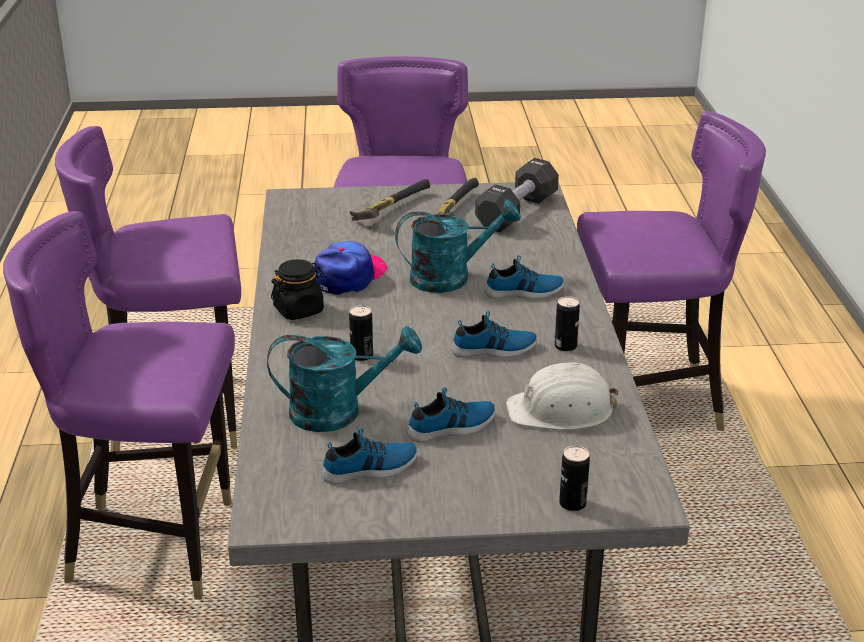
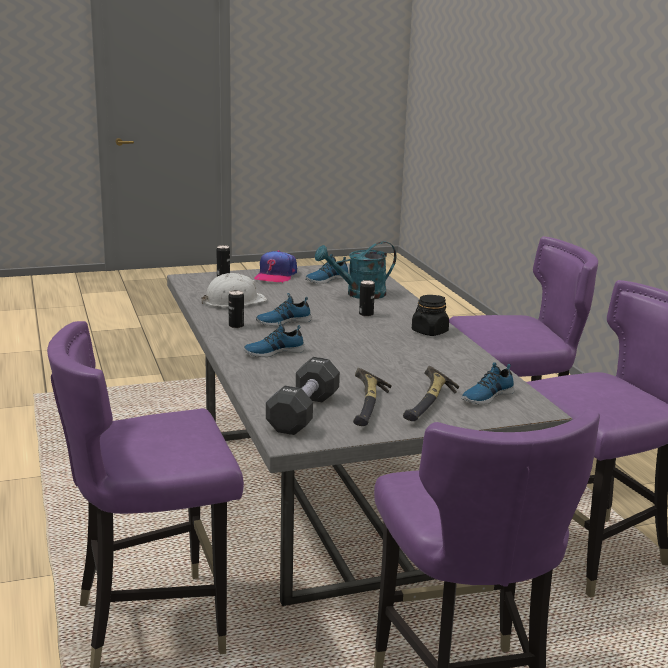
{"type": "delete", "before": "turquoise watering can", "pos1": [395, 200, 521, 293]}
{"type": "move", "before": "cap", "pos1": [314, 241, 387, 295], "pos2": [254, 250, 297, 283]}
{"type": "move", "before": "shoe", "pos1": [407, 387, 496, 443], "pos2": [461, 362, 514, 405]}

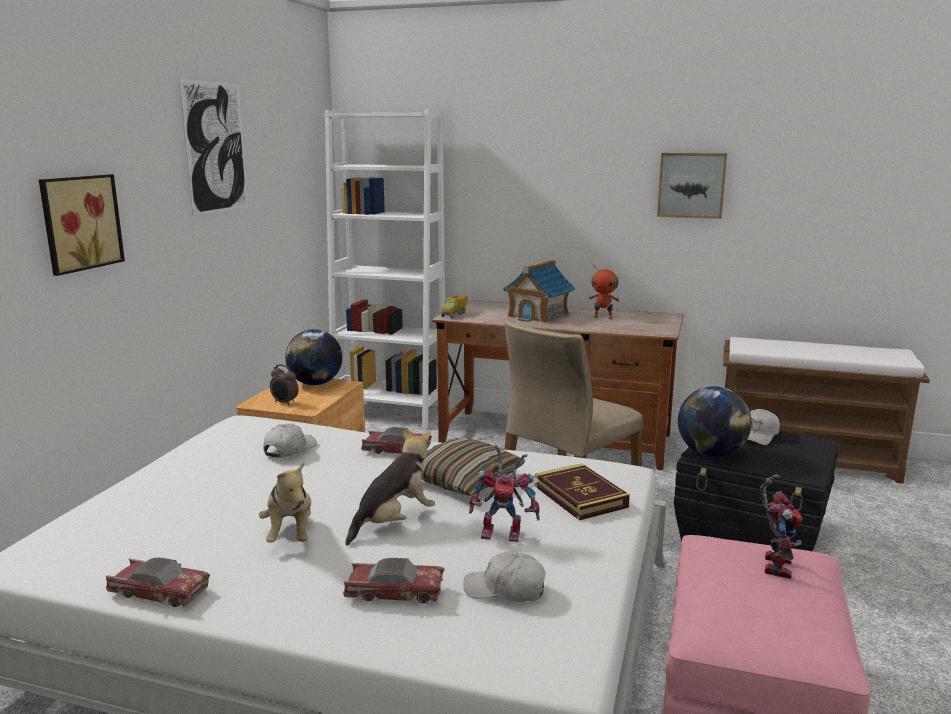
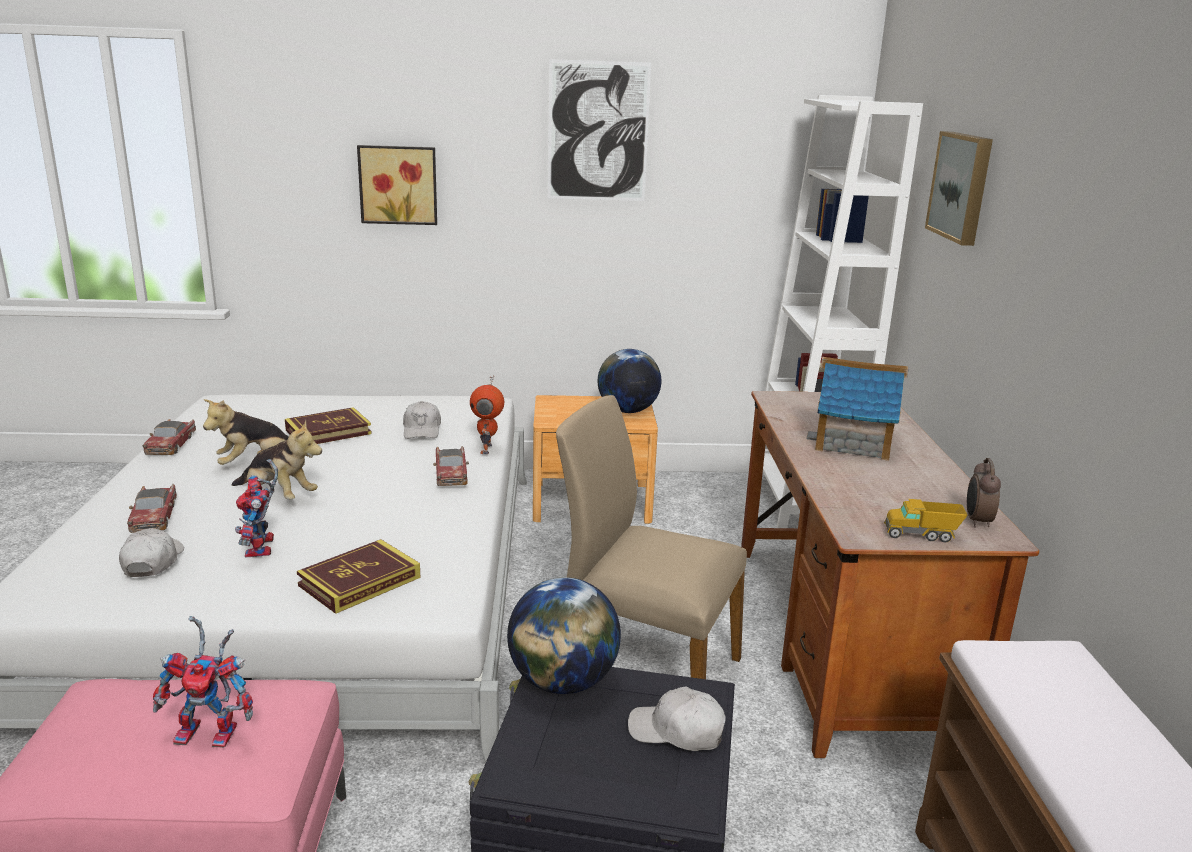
{"type": "move", "before": "picture", "pos1": [657, 153, 727, 219], "pos2": [925, 131, 993, 246]}
{"type": "move", "before": "toy robot", "pos1": [589, 265, 620, 319], "pos2": [470, 375, 504, 454]}
{"type": "move", "before": "toy truck", "pos1": [441, 295, 468, 318], "pos2": [884, 499, 968, 543]}
{"type": "move", "before": "alarm clock", "pos1": [270, 364, 299, 405], "pos2": [967, 458, 1001, 528]}
{"type": "rotate", "before": "white cap", "pos1": [263, 424, 317, 458], "pos2": [403, 401, 441, 439], "turn": 75}
{"type": "delete", "before": "pillow", "pos1": [421, 438, 526, 496]}
{"type": "insert", "after": "book", "pos2": [285, 407, 372, 444]}

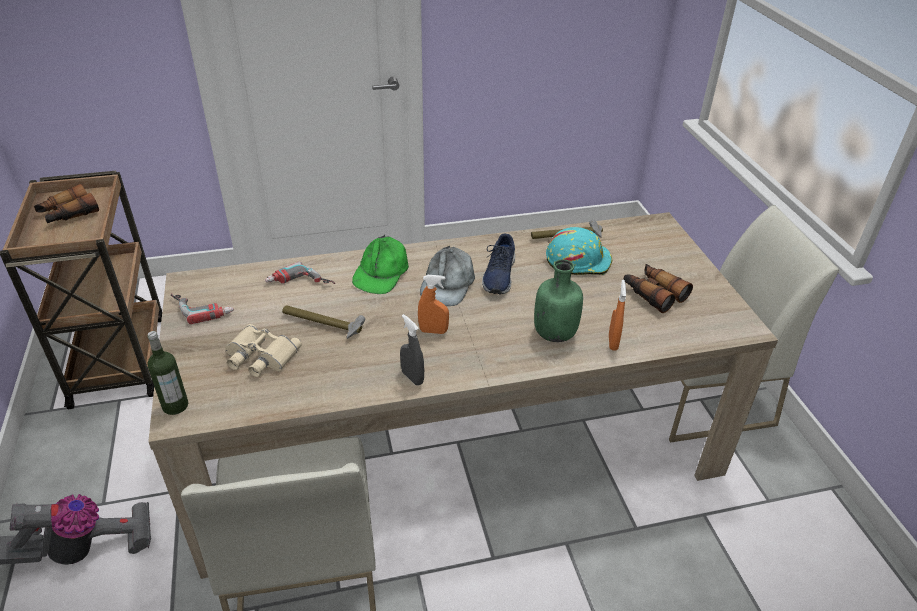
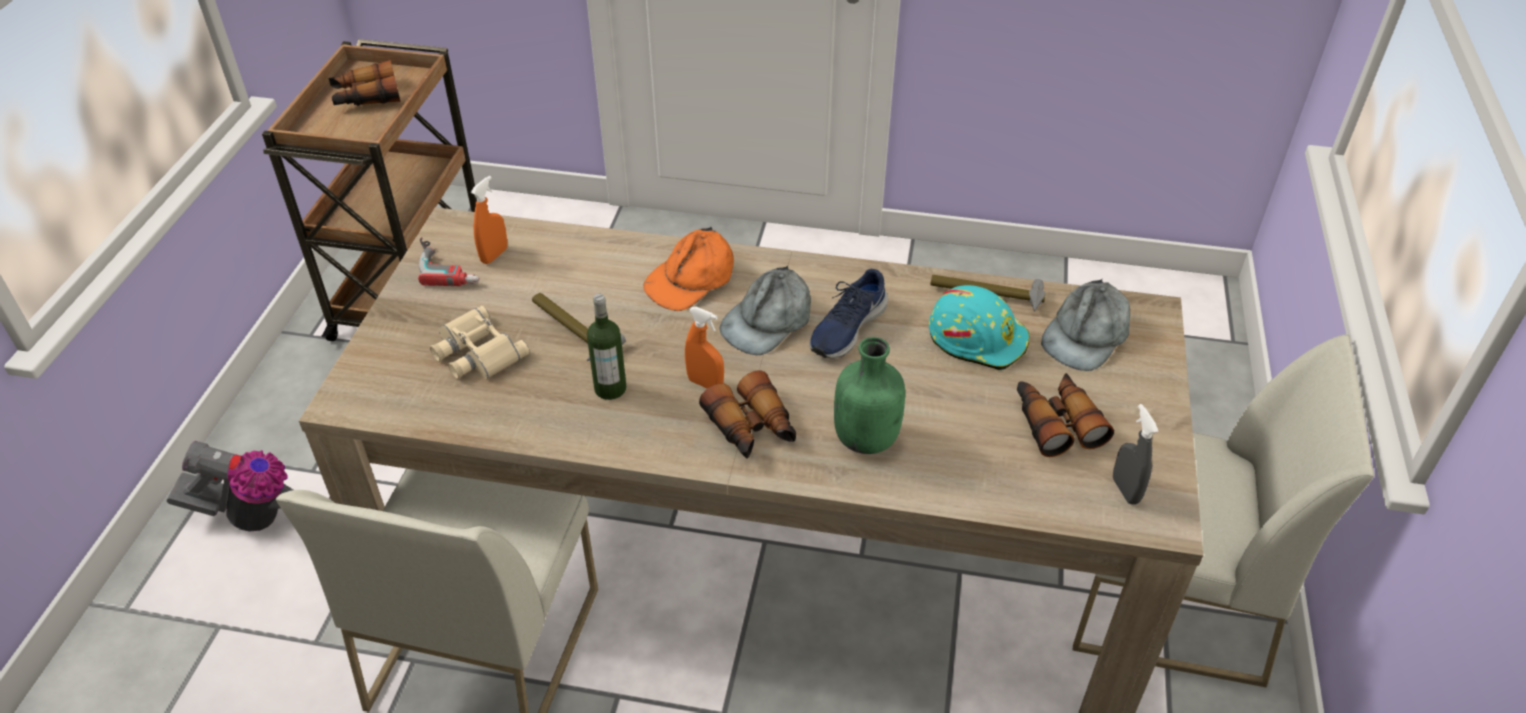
{"type": "recolor", "before": "green cap", "after": "orange cap", "pos1": [352, 235, 409, 294], "pos2": [643, 227, 734, 311]}
{"type": "delete", "before": "power drill", "pos1": [265, 262, 335, 284]}
{"type": "move", "before": "orange spray bottle", "pos1": [609, 280, 626, 351], "pos2": [471, 175, 507, 264]}
{"type": "move", "before": "grey spray bottle", "pos1": [400, 314, 424, 386], "pos2": [1113, 404, 1159, 505]}
{"type": "move", "before": "bottle", "pos1": [147, 331, 188, 415], "pos2": [587, 294, 627, 400]}
{"type": "insert", "after": "grey cap", "pos2": [1041, 279, 1130, 371]}
{"type": "insert", "after": "binoculars", "pos2": [699, 370, 796, 459]}

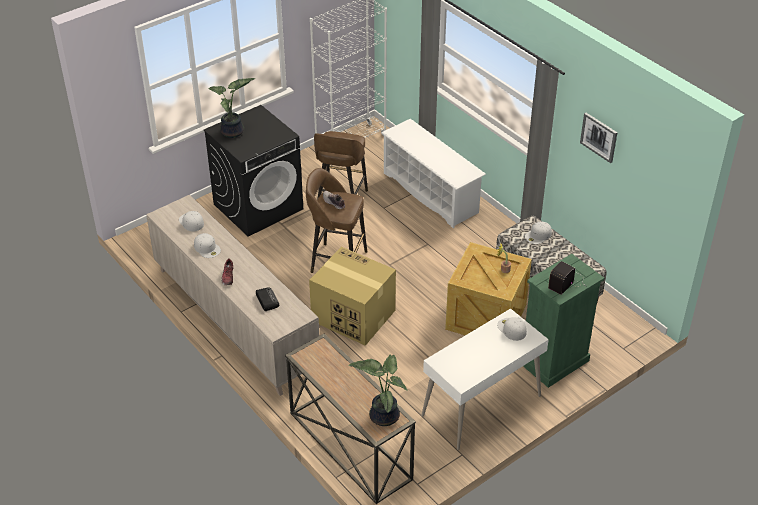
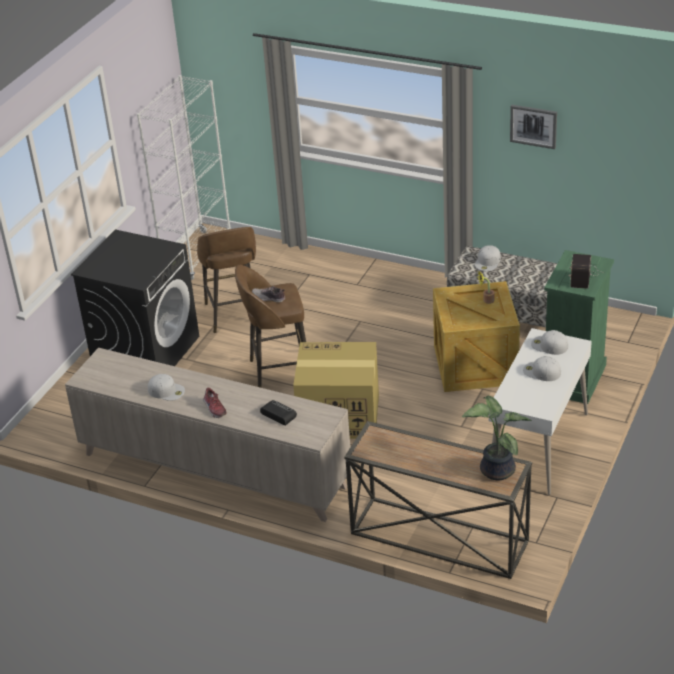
{"type": "delete", "before": "potted plant", "pos1": [208, 78, 255, 138]}
{"type": "delete", "before": "white shoe rack", "pos1": [381, 119, 486, 228]}
{"type": "move", "before": "white cap", "pos1": [179, 211, 204, 232], "pos2": [523, 356, 561, 381]}

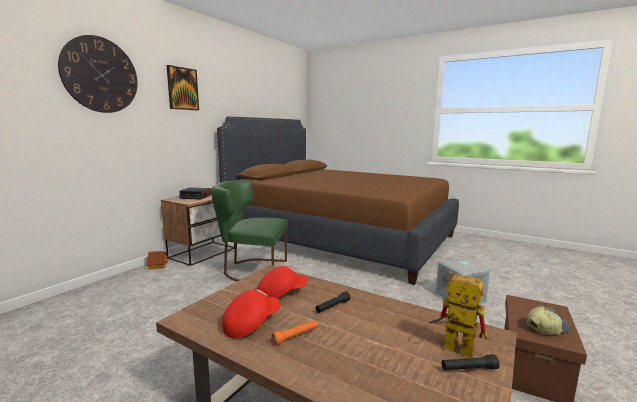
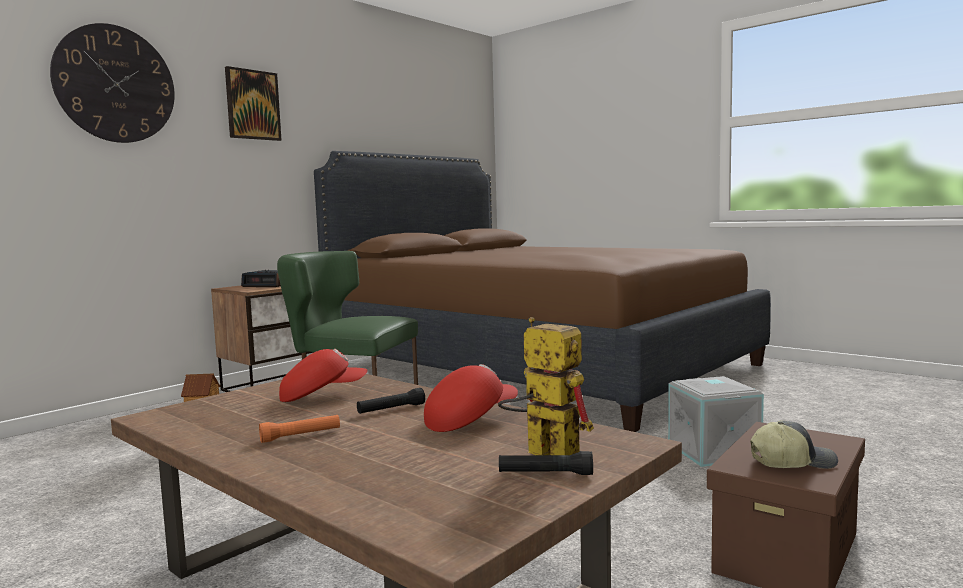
{"type": "move", "before": "red cap", "pos1": [222, 289, 281, 338], "pos2": [424, 364, 518, 432]}

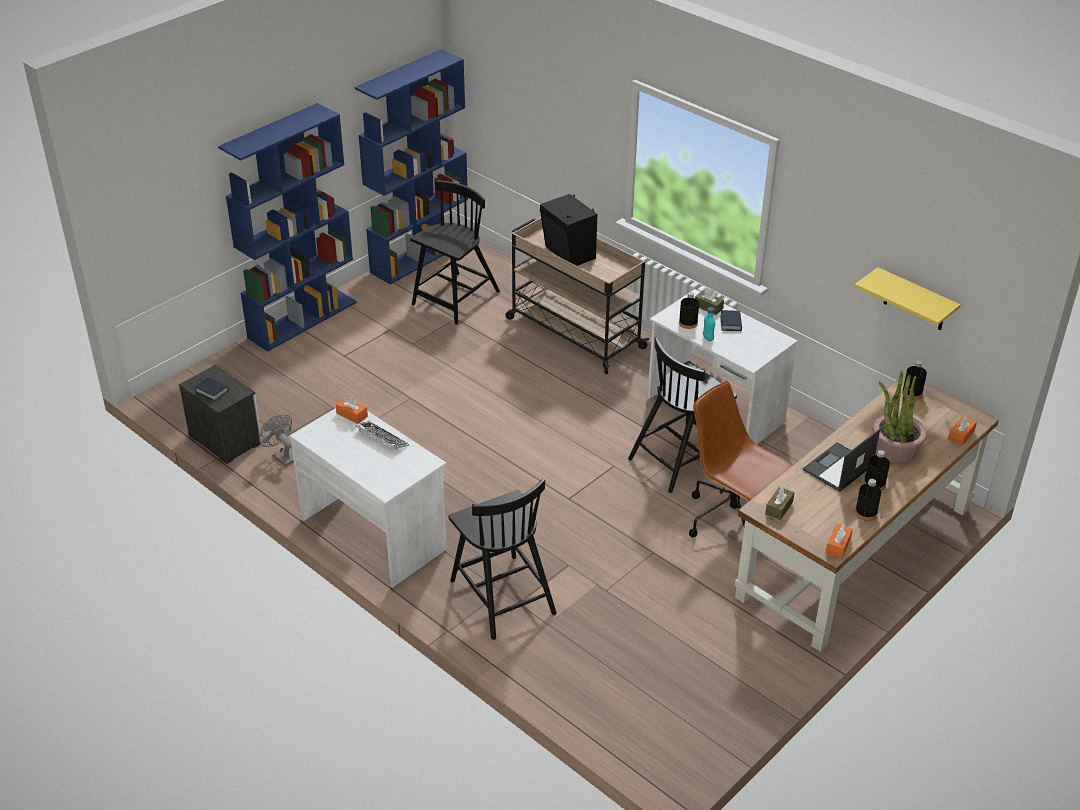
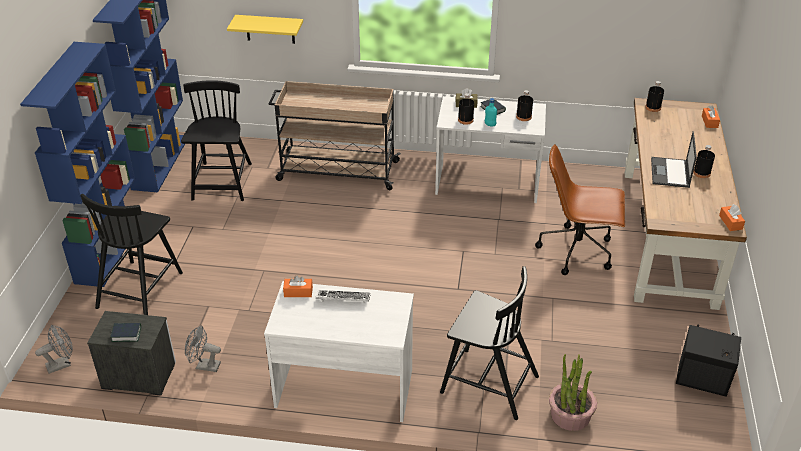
{"type": "move", "before": "black speaker", "pos1": [540, 194, 597, 266], "pos2": [676, 324, 741, 397]}
{"type": "move", "before": "yellow shelf", "pos1": [854, 267, 961, 330], "pos2": [227, 15, 303, 44]}
{"type": "move", "before": "black chair", "pos1": [628, 337, 737, 493], "pos2": [81, 193, 183, 315]}
{"type": "move", "before": "potted plant", "pos1": [873, 371, 927, 463], "pos2": [549, 354, 597, 431]}
{"type": "move", "before": "black bottle", "pos1": [855, 479, 882, 521], "pos2": [516, 90, 533, 121]}
{"type": "delete", "before": "brown tissue box", "pos1": [765, 486, 794, 520]}
{"type": "insert", "after": "grey fan", "pos2": [35, 325, 73, 374]}

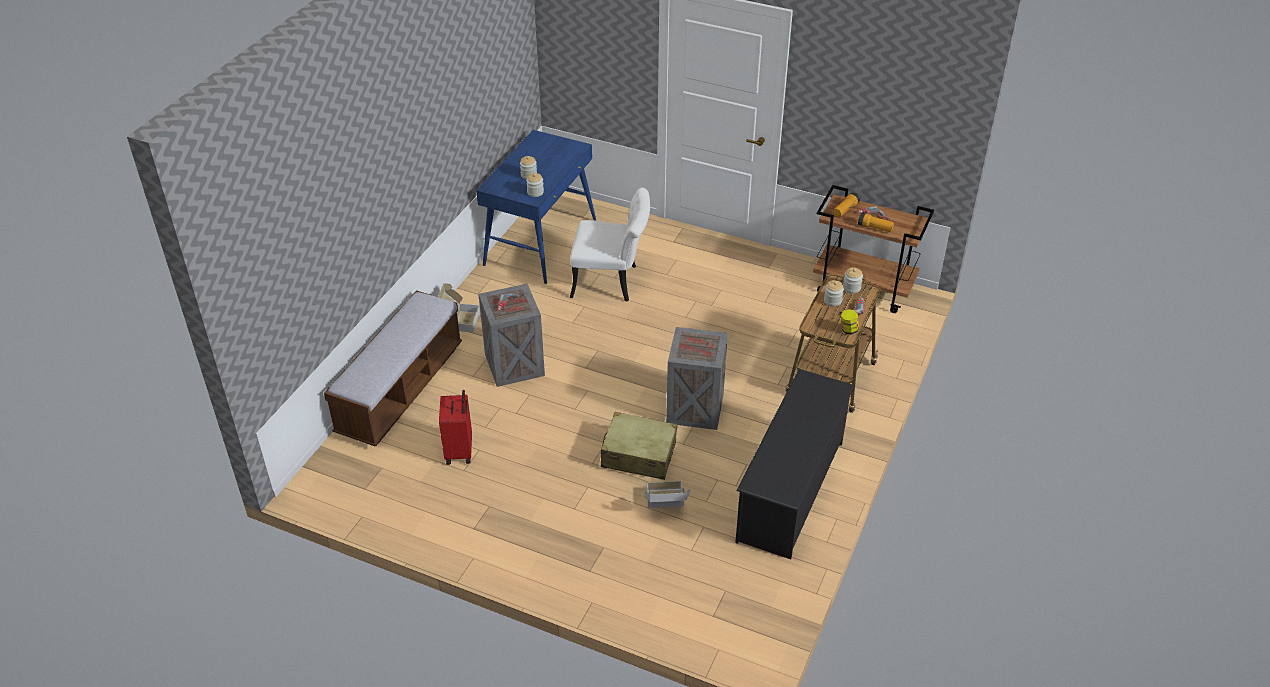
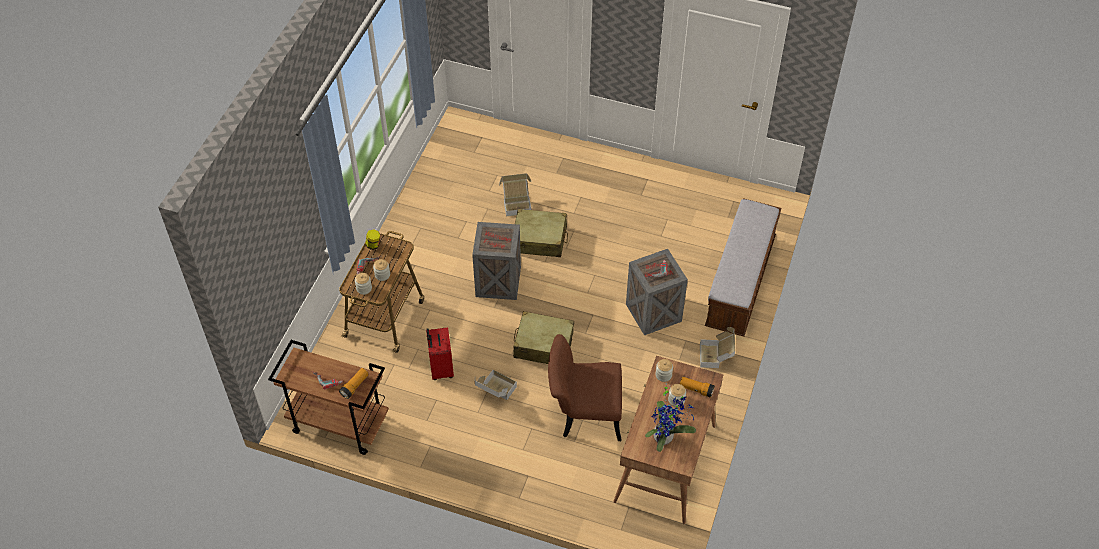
{"type": "recolor", "before": "blue desk", "after": "brown desk", "pos1": [476, 130, 596, 284], "pos2": [613, 356, 723, 525]}
{"type": "recolor", "before": "white chair", "after": "brown chair", "pos1": [570, 188, 650, 302], "pos2": [548, 334, 622, 441]}
{"type": "move", "before": "flashlight", "pos1": [858, 212, 894, 232], "pos2": [680, 377, 715, 398]}
{"type": "delete", "before": "black shoe rack", "pos1": [735, 369, 855, 559]}
{"type": "move", "before": "red suitcase", "pos1": [439, 390, 472, 465], "pos2": [426, 327, 454, 380]}
{"type": "insert", "after": "beige suitcase", "pos2": [513, 311, 574, 364]}
{"type": "insert", "after": "cardboard box", "pos2": [475, 370, 517, 400]}
{"type": "insert", "after": "potted plant", "pos2": [645, 383, 696, 452]}

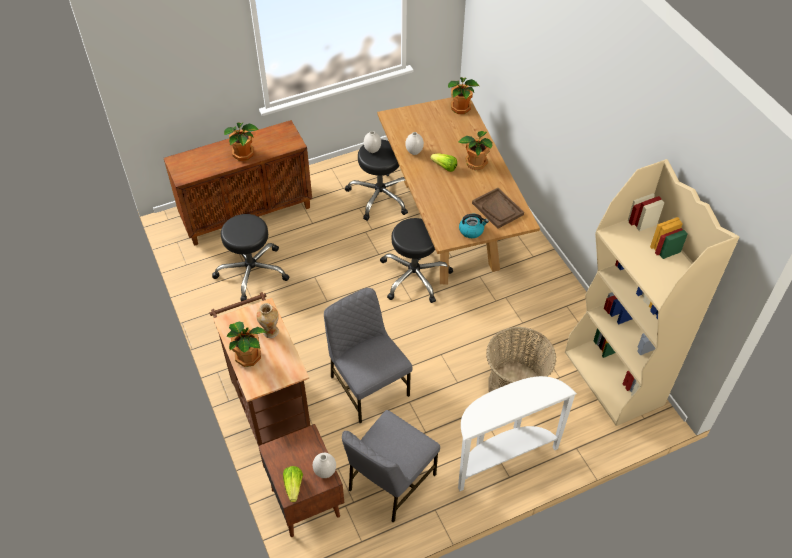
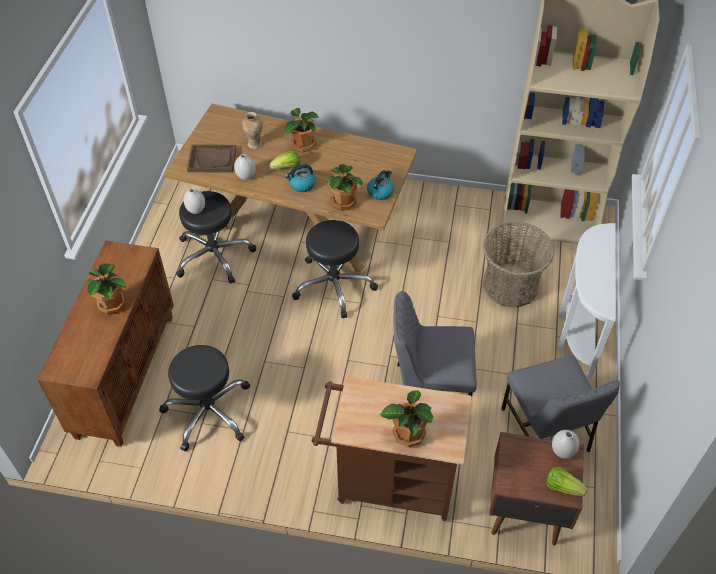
{"type": "move", "before": "potted plant", "pos1": [448, 77, 479, 114], "pos2": [326, 164, 363, 211]}
{"type": "move", "before": "brown tray", "pos1": [472, 188, 524, 229], "pos2": [187, 145, 237, 173]}
{"type": "move", "before": "vase", "pos1": [256, 303, 279, 338], "pos2": [242, 112, 262, 149]}
{"type": "insert", "after": "kettle", "pos2": [284, 164, 316, 192]}

